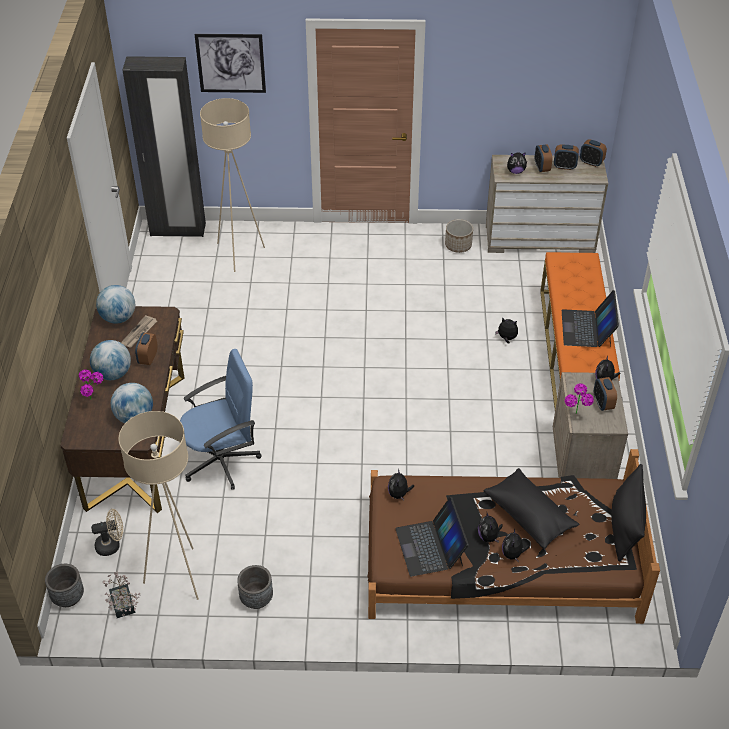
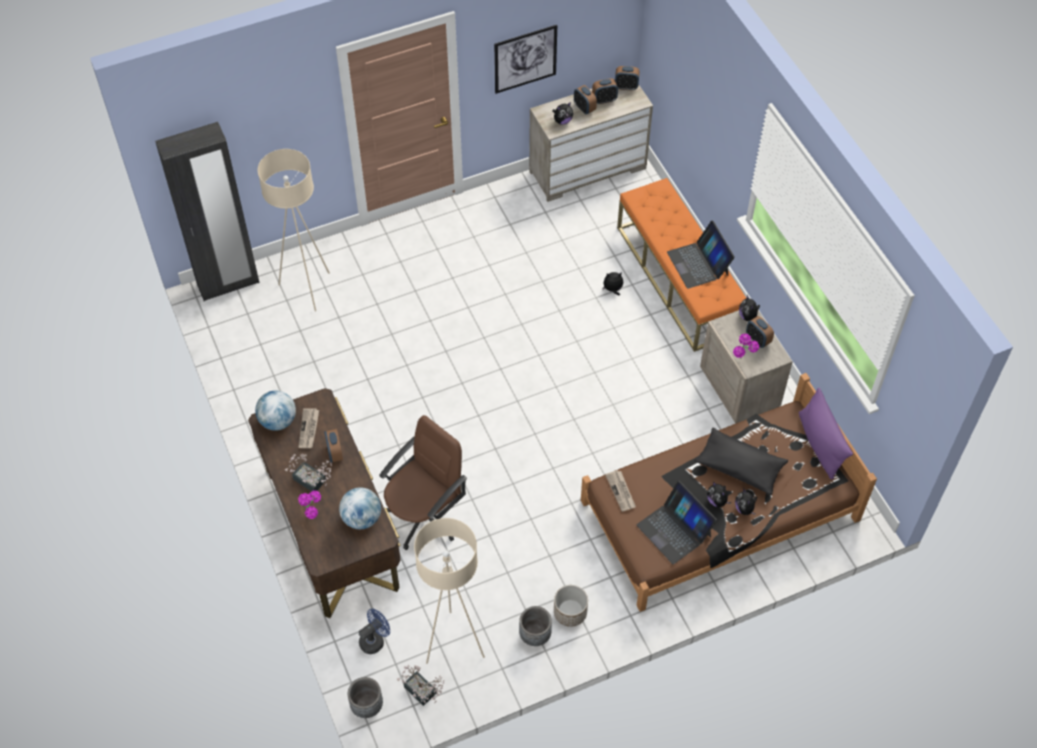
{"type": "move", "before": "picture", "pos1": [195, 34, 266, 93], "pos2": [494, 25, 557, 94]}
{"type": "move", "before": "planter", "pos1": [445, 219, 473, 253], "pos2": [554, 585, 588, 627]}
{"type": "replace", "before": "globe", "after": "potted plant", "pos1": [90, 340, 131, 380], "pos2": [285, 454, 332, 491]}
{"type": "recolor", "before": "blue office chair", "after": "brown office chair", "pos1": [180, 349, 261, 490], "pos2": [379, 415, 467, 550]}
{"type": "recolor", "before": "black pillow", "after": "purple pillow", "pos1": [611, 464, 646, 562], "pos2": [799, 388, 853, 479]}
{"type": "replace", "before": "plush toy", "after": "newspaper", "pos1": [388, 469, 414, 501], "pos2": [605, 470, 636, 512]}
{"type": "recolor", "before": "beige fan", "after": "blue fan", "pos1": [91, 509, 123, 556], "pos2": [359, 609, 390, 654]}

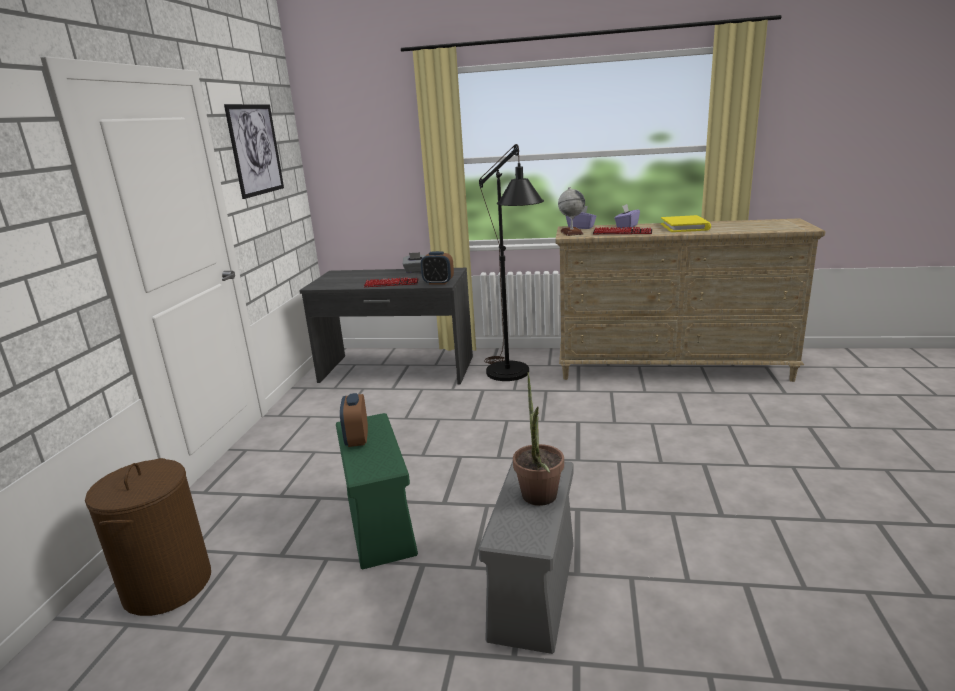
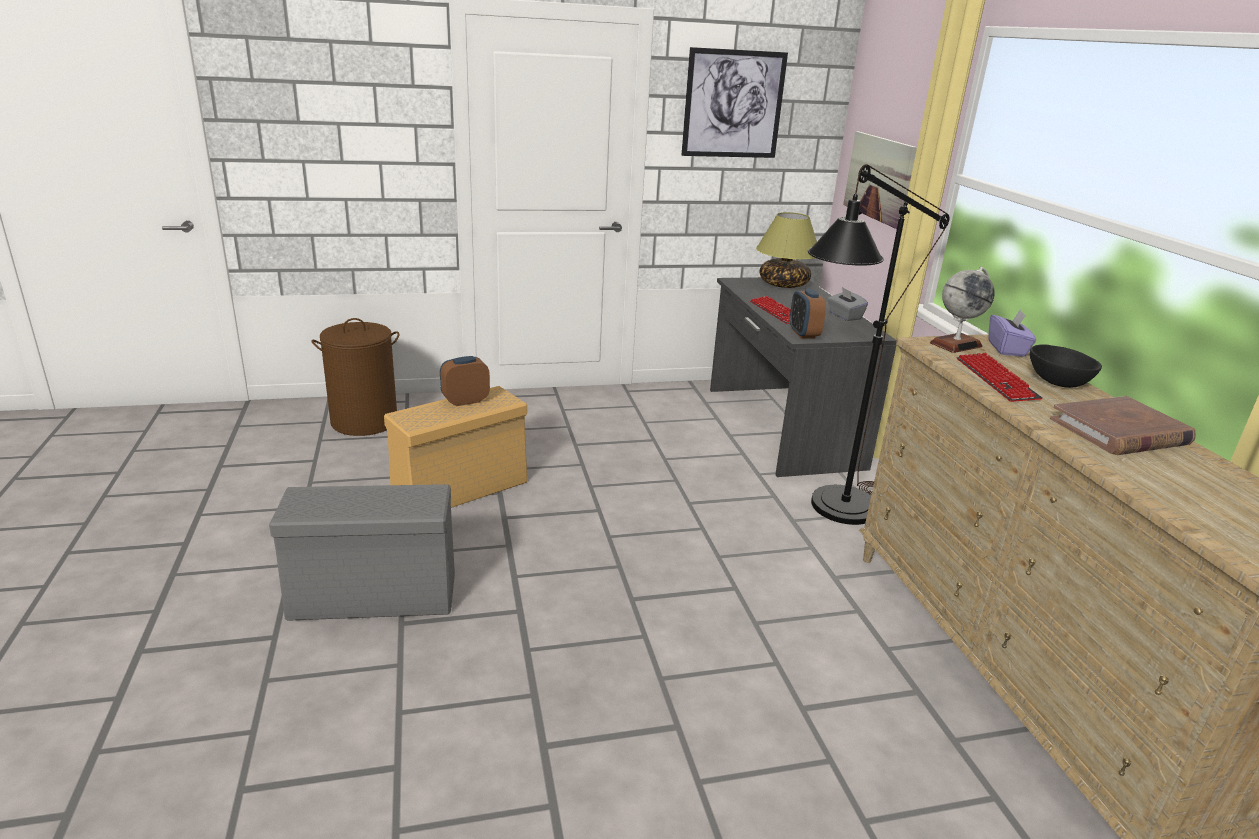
{"type": "replace", "before": "purple tissue box", "after": "black bowl", "pos1": [614, 204, 640, 229], "pos2": [1030, 344, 1102, 388]}
{"type": "recolor", "before": "yellow book", "after": "brown book", "pos1": [661, 215, 711, 232], "pos2": [1050, 396, 1196, 455]}
{"type": "delete", "before": "potted plant", "pos1": [513, 372, 564, 506]}
{"type": "recolor", "before": "green storage box", "after": "beige storage box", "pos1": [336, 413, 418, 569], "pos2": [384, 386, 527, 508]}
{"type": "insert", "after": "picture", "pos2": [843, 131, 917, 229]}
{"type": "insert", "after": "table lamp", "pos2": [756, 212, 817, 288]}

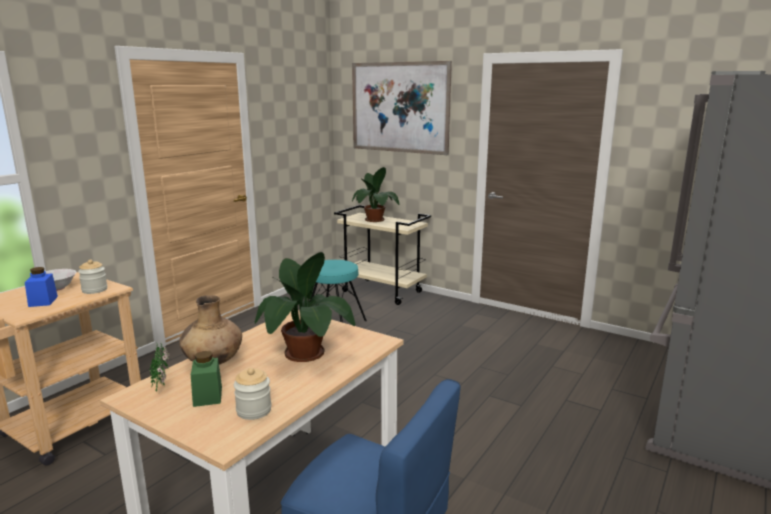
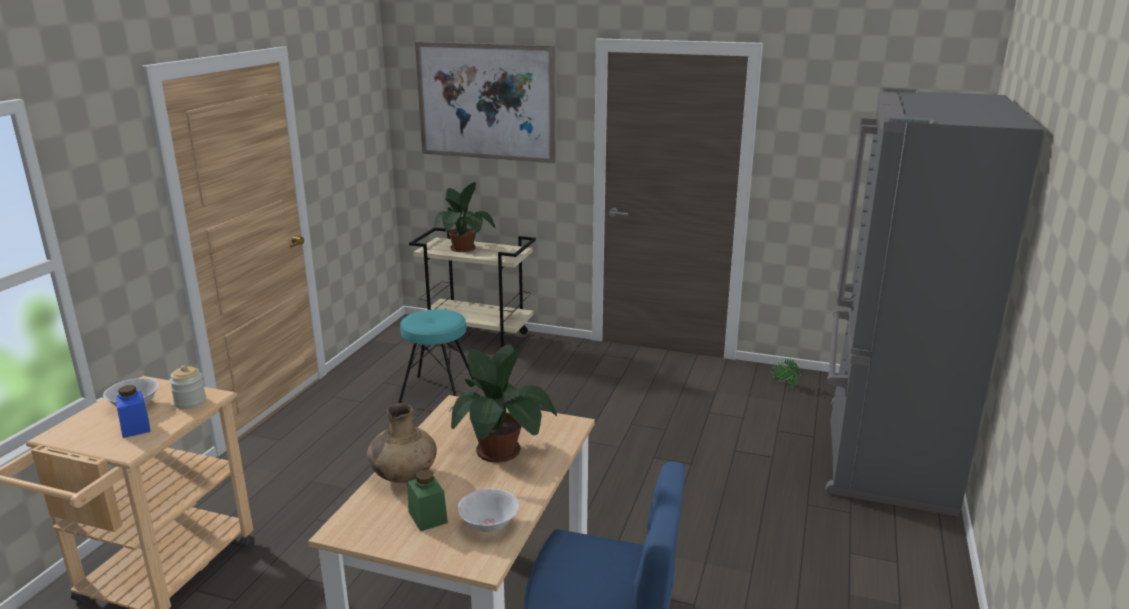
{"type": "move", "before": "potted plant", "pos1": [149, 342, 170, 392], "pos2": [771, 358, 801, 388]}
{"type": "replace", "before": "jar", "after": "white bowl", "pos1": [234, 368, 272, 420], "pos2": [457, 488, 519, 532]}

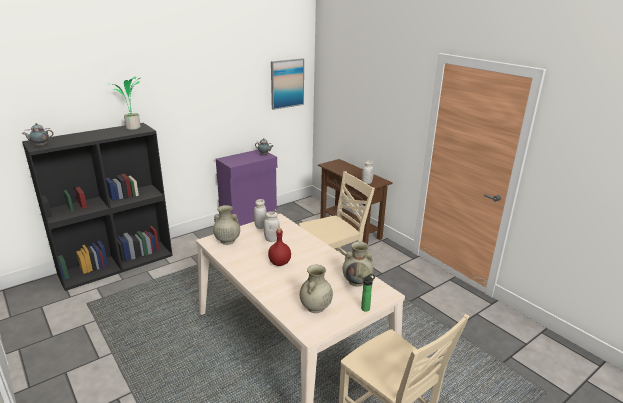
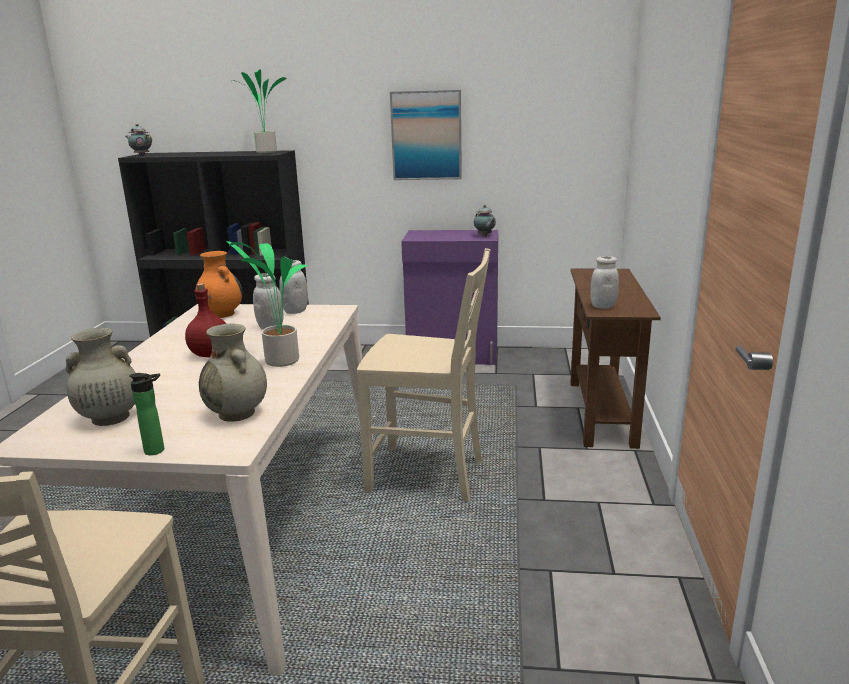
{"type": "move", "before": "picture", "pos1": [271, 58, 304, 110], "pos2": [390, 90, 462, 180]}
{"type": "recolor", "before": "beige vase", "after": "orange vase", "pos1": [213, 205, 240, 245], "pos2": [195, 251, 242, 318]}
{"type": "insert", "after": "potted plant", "pos2": [226, 241, 308, 367]}

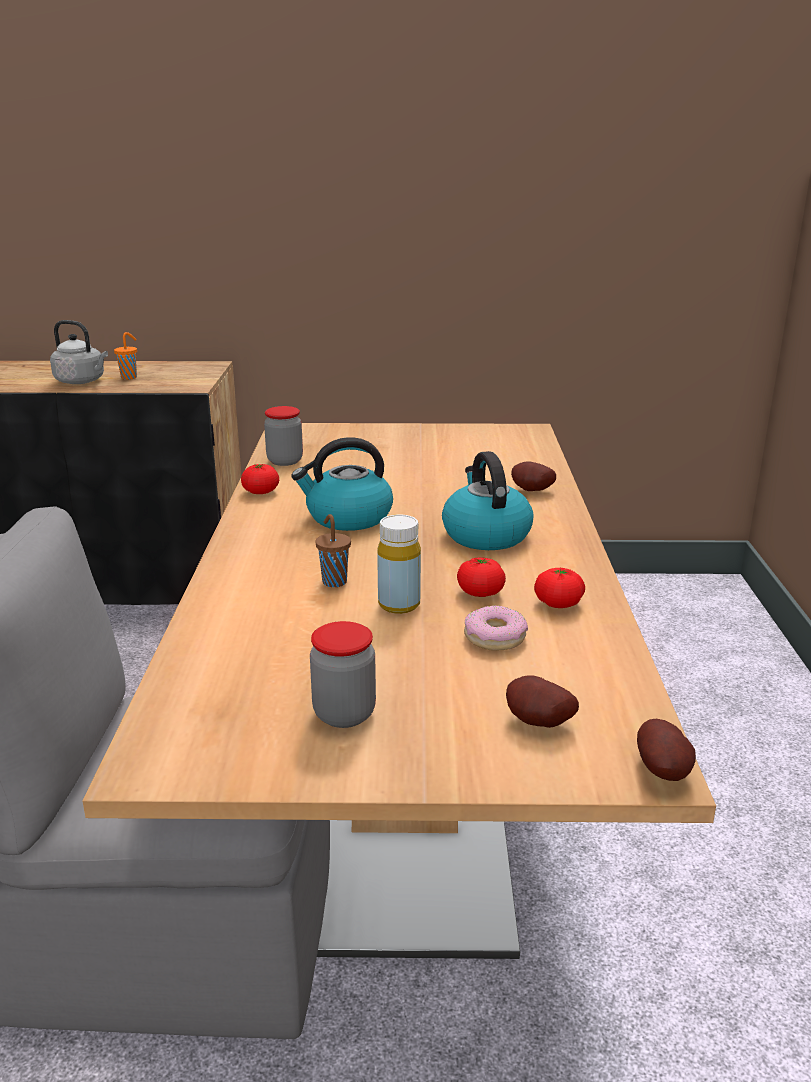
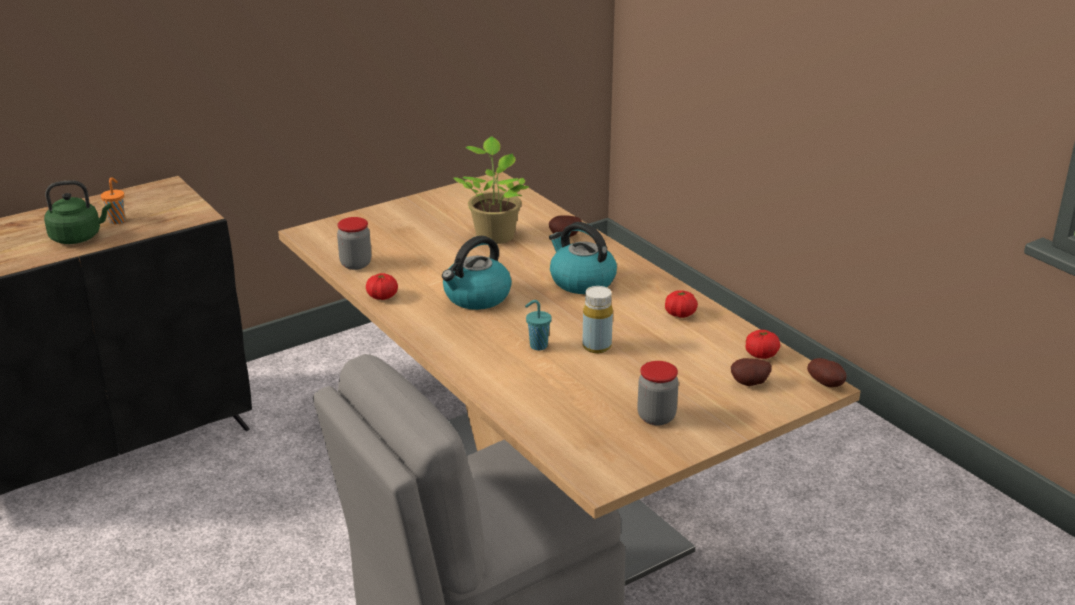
{"type": "recolor", "before": "grey kettle", "after": "green kettle", "pos1": [50, 320, 108, 384], "pos2": [44, 180, 112, 244]}
{"type": "recolor", "before": "brown cup", "after": "turquoise cup", "pos1": [316, 514, 351, 587], "pos2": [525, 300, 552, 350]}
{"type": "move", "before": "tomato", "pos1": [457, 558, 506, 597], "pos2": [745, 330, 780, 359]}
{"type": "delete", "before": "donut", "pos1": [464, 605, 528, 650]}
{"type": "insert", "after": "potted plant", "pos2": [453, 136, 529, 244]}

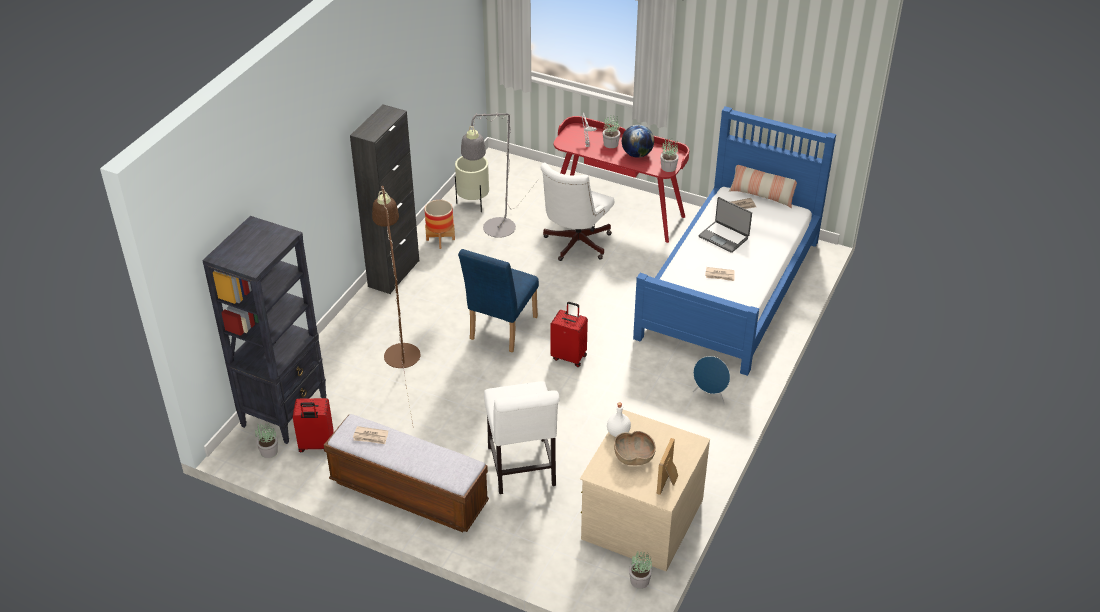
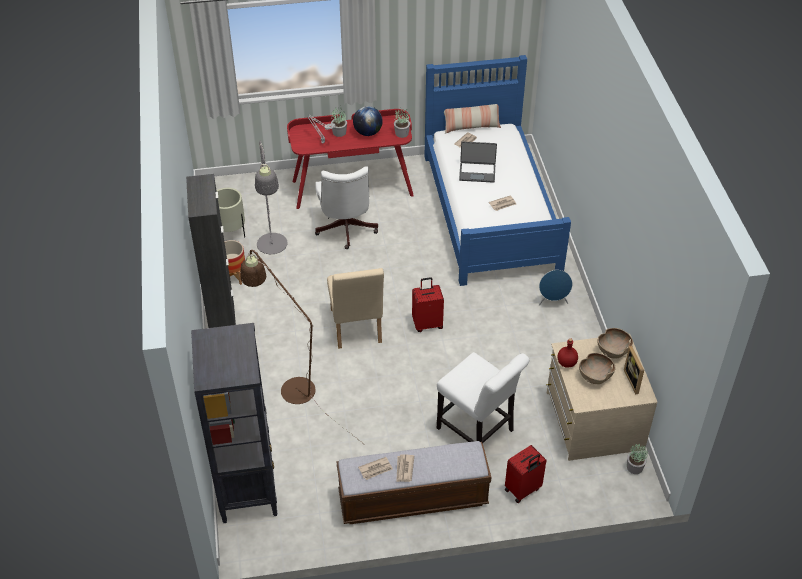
{"type": "recolor", "before": "blue chair", "after": "beige chair", "pos1": [458, 249, 539, 352], "pos2": [327, 268, 384, 349]}
{"type": "move", "before": "red suitcase", "pos1": [293, 398, 334, 452], "pos2": [505, 445, 546, 503]}
{"type": "recolor", "before": "white bottle", "after": "red bottle", "pos1": [607, 403, 631, 437], "pos2": [558, 338, 578, 368]}
{"type": "delete", "before": "potted plant", "pos1": [255, 423, 278, 458]}
{"type": "insert", "after": "brown bowl", "pos2": [598, 328, 633, 359]}
{"type": "insert", "after": "newspaper", "pos2": [396, 454, 414, 482]}

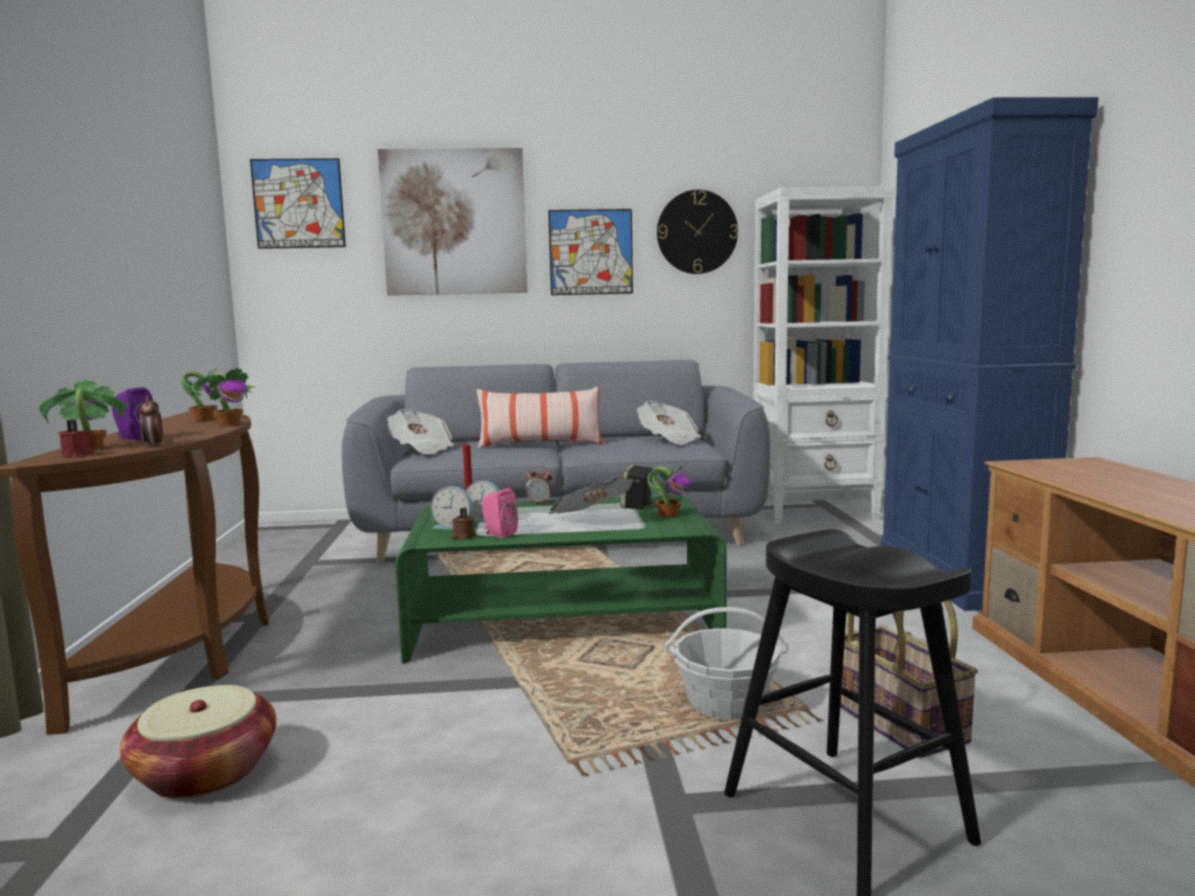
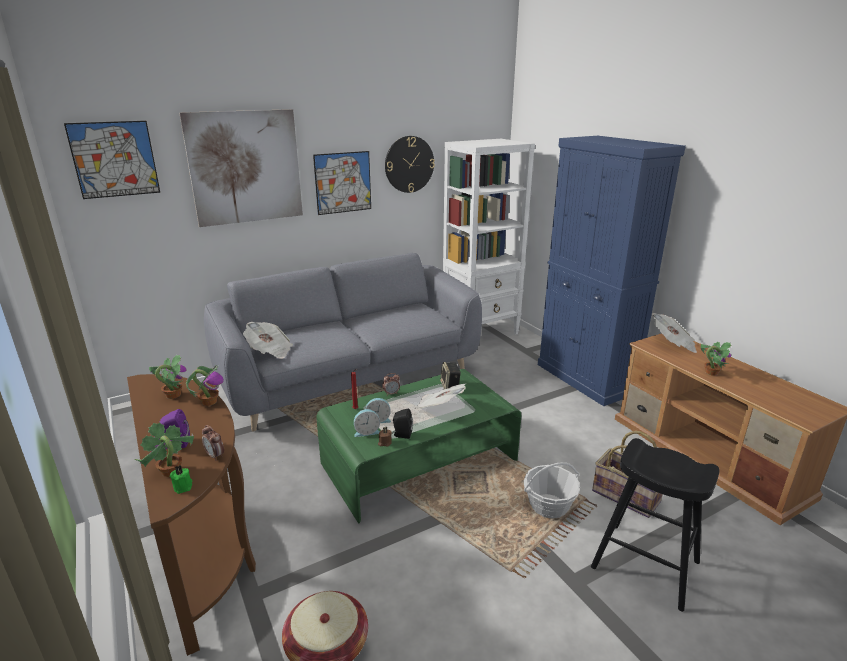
{"type": "delete", "before": "pillow", "pos1": [477, 386, 603, 448]}
{"type": "move", "before": "newspaper", "pos1": [637, 401, 701, 445], "pos2": [652, 313, 697, 353]}
{"type": "recolor", "before": "red candle", "after": "green candle", "pos1": [58, 420, 94, 457], "pos2": [170, 465, 193, 494]}
{"type": "move", "before": "potted plant", "pos1": [647, 464, 691, 517], "pos2": [701, 342, 731, 376]}
{"type": "recolor", "before": "pink speaker", "after": "black speaker", "pos1": [482, 488, 518, 538], "pos2": [393, 408, 413, 439]}

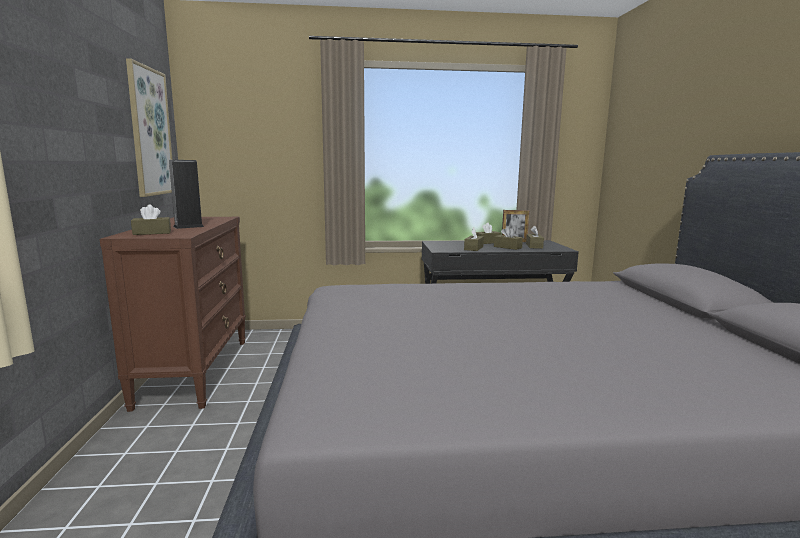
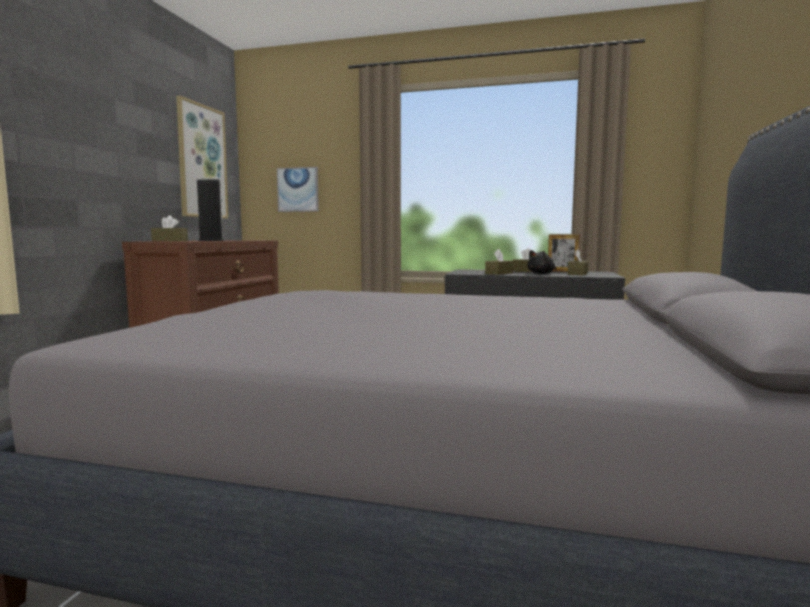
{"type": "replace", "before": "brown tissue box", "after": "black plush toy", "pos1": [494, 226, 523, 250], "pos2": [527, 250, 557, 274]}
{"type": "insert", "after": "picture", "pos2": [277, 167, 319, 212]}

